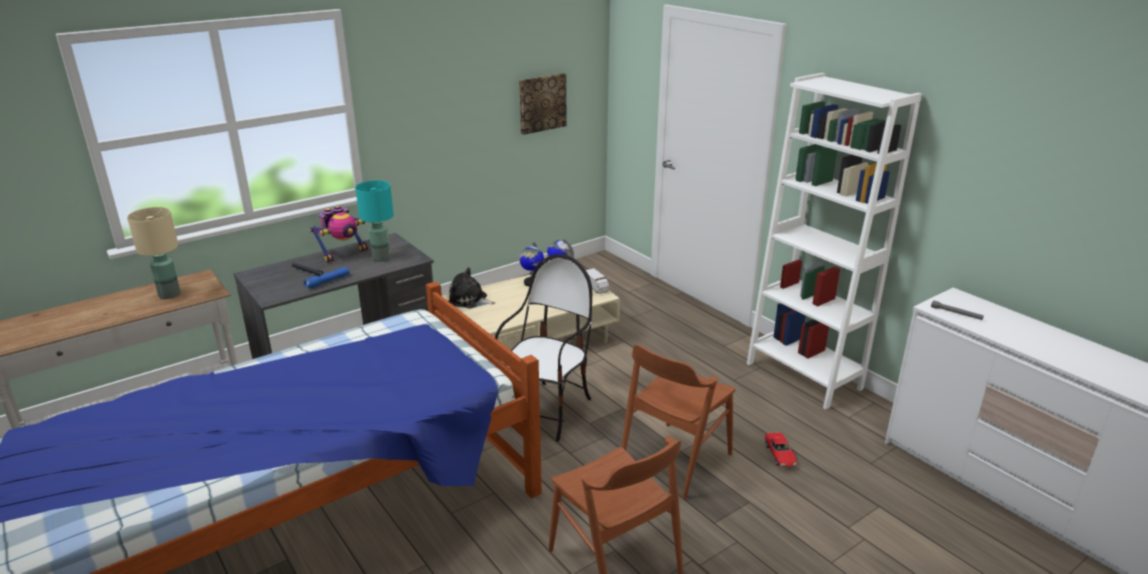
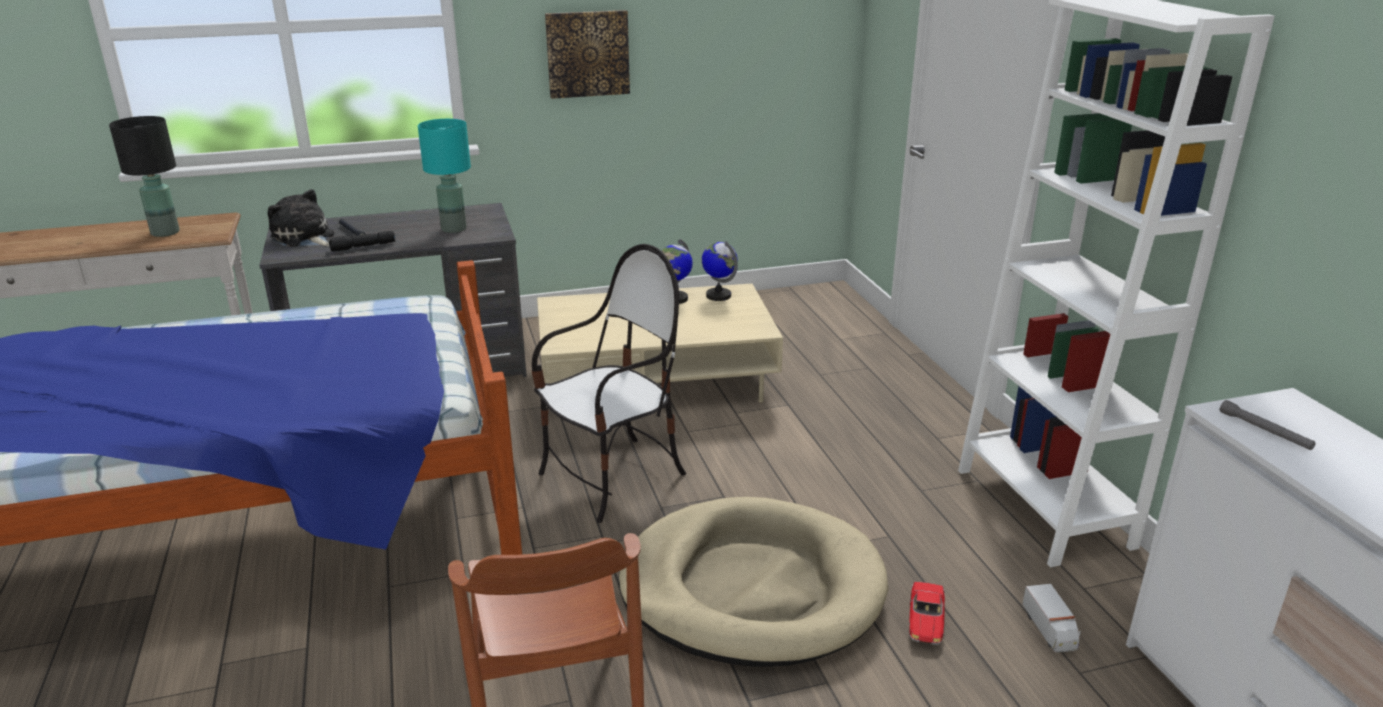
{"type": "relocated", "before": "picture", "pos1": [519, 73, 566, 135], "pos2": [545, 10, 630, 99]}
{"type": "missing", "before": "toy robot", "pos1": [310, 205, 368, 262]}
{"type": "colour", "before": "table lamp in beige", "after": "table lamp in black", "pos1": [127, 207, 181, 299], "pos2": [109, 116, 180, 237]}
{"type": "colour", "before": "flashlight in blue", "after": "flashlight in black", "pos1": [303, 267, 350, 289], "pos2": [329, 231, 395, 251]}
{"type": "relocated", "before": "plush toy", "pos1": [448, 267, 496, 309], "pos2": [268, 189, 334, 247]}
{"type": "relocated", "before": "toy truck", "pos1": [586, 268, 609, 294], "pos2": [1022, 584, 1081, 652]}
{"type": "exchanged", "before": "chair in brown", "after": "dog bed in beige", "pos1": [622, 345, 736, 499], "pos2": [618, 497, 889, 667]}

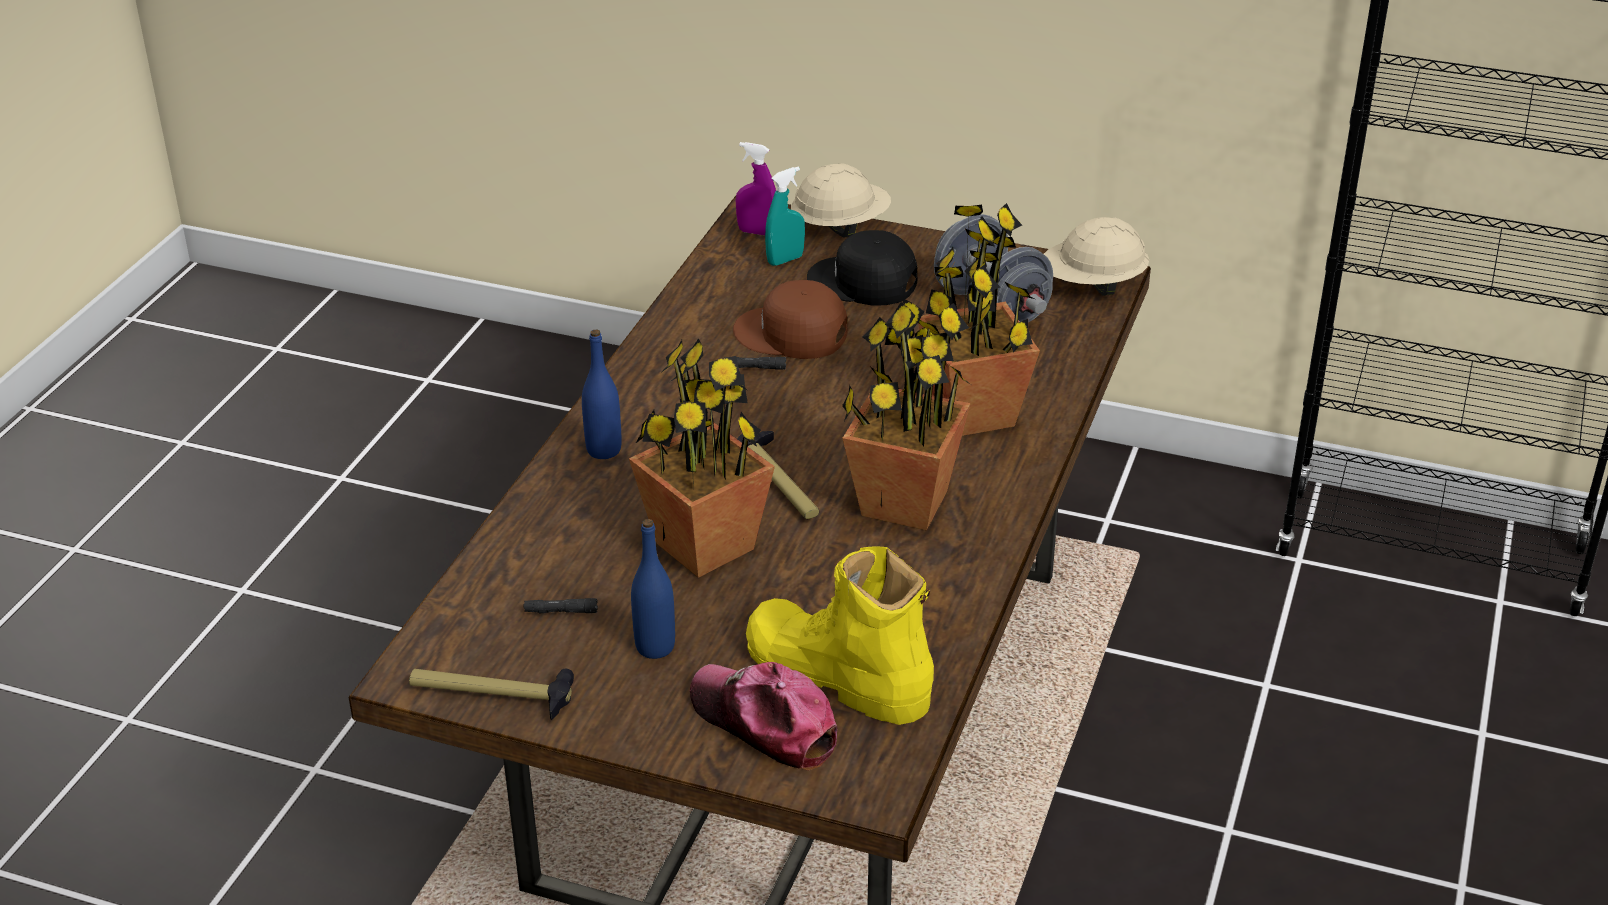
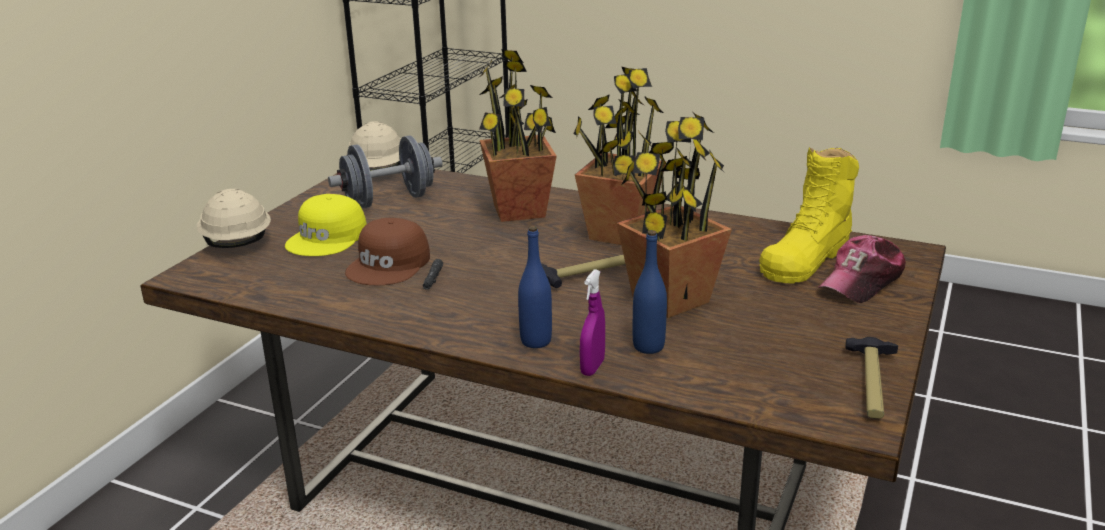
{"type": "relocated", "before": "spray bottle in purple", "pos1": [736, 142, 776, 235], "pos2": [580, 269, 605, 376]}
{"type": "missing", "before": "spray bottle in turquoise", "pos1": [765, 167, 805, 266]}
{"type": "colour", "before": "cap in black", "after": "cap in yellow", "pos1": [807, 230, 918, 306], "pos2": [285, 194, 367, 256]}
{"type": "relocated", "before": "bottle in blue", "pos1": [631, 519, 675, 659], "pos2": [633, 230, 667, 354]}
{"type": "missing", "before": "flashlight in black", "pos1": [524, 598, 598, 613]}

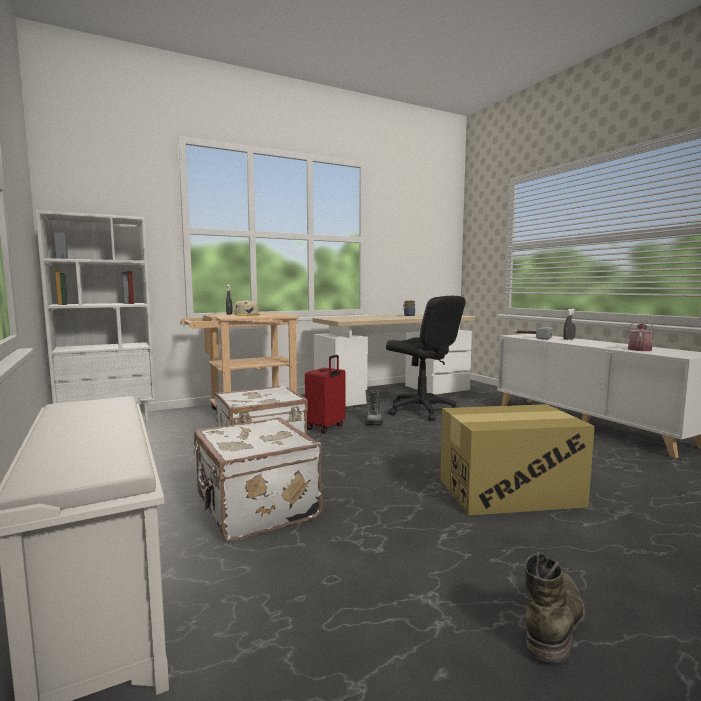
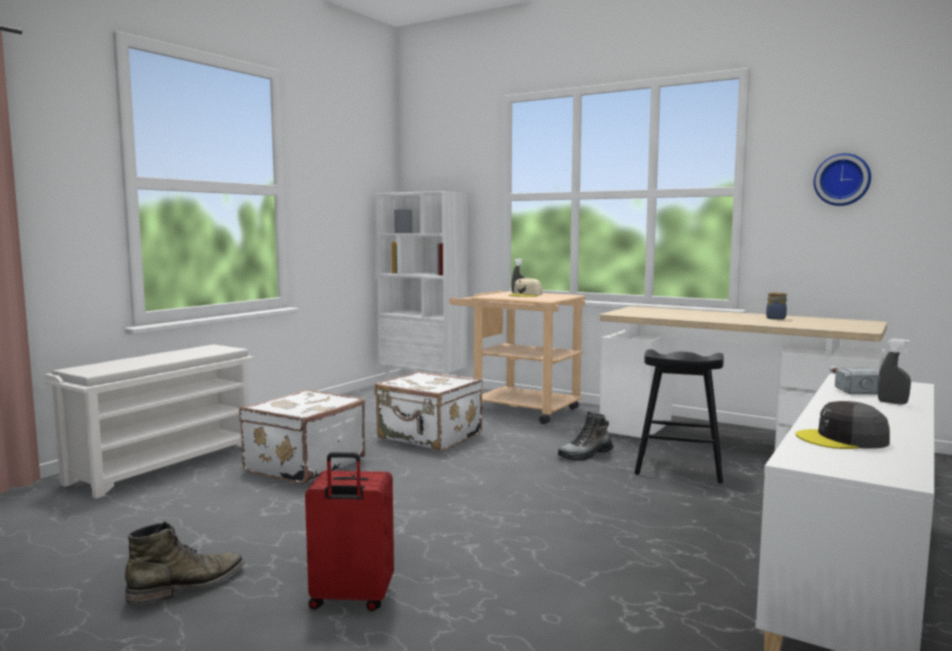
{"type": "exchanged", "before": "office chair in black", "after": "stool in black", "pos1": [386, 296, 466, 421], "pos2": [634, 349, 724, 483]}
{"type": "exchanged", "before": "watering can", "after": "cap in grey", "pos1": [628, 320, 655, 351], "pos2": [796, 401, 890, 449]}
{"type": "relocated", "before": "suitcase in red", "pos1": [305, 355, 345, 433], "pos2": [305, 452, 394, 611]}
{"type": "missing", "before": "cardboard box", "pos1": [440, 404, 595, 515]}
{"type": "spun", "before": "boot in green", "pos1": [525, 551, 585, 663], "pos2": [125, 521, 245, 604], "turn": -45}
{"type": "appeared", "after": "wall clock", "pos2": [814, 153, 871, 206]}

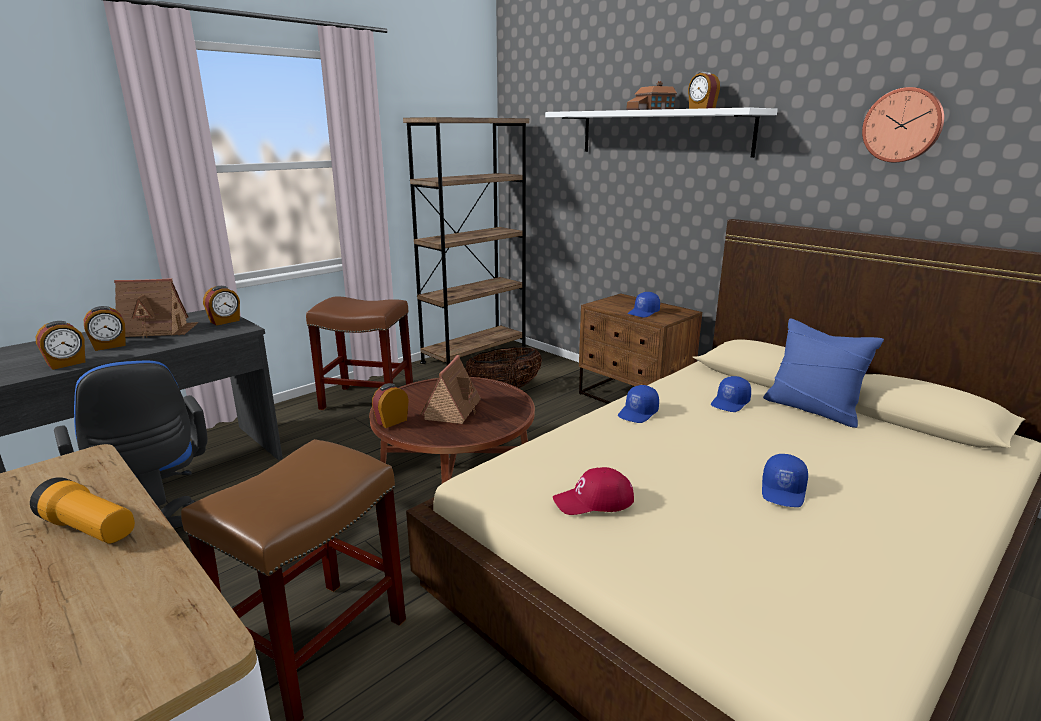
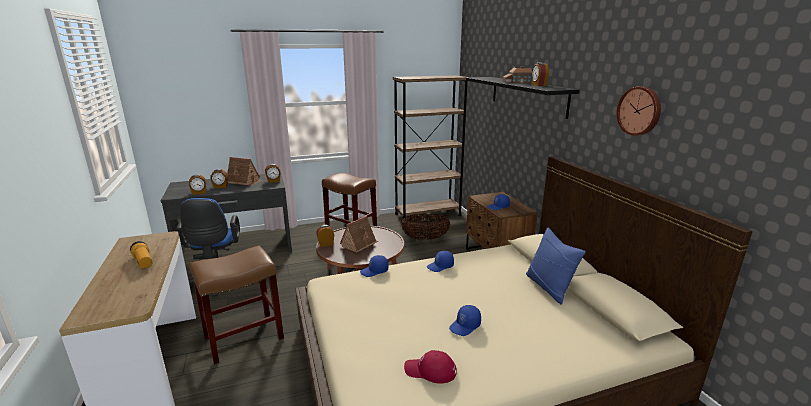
{"type": "colour", "before": "shelf in white", "after": "shelf in black", "pos1": [545, 107, 778, 158], "pos2": [466, 77, 580, 119]}
{"type": "relocated", "before": "cap in blue", "pos1": [711, 376, 751, 412], "pos2": [360, 255, 388, 277]}
{"type": "relocated", "before": "cap in red", "pos1": [553, 467, 634, 515], "pos2": [404, 350, 457, 384]}

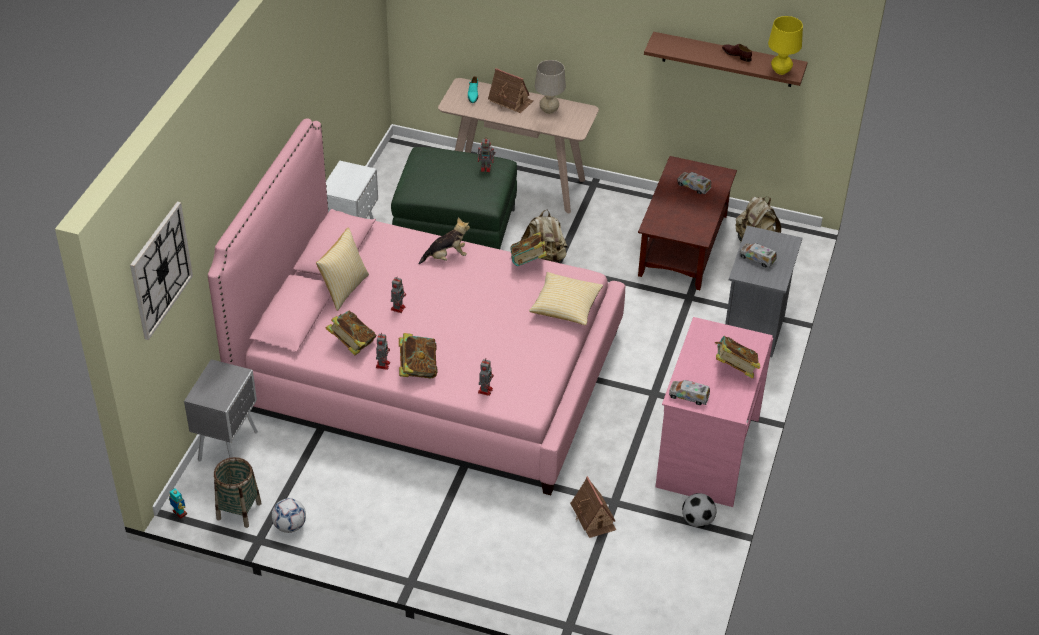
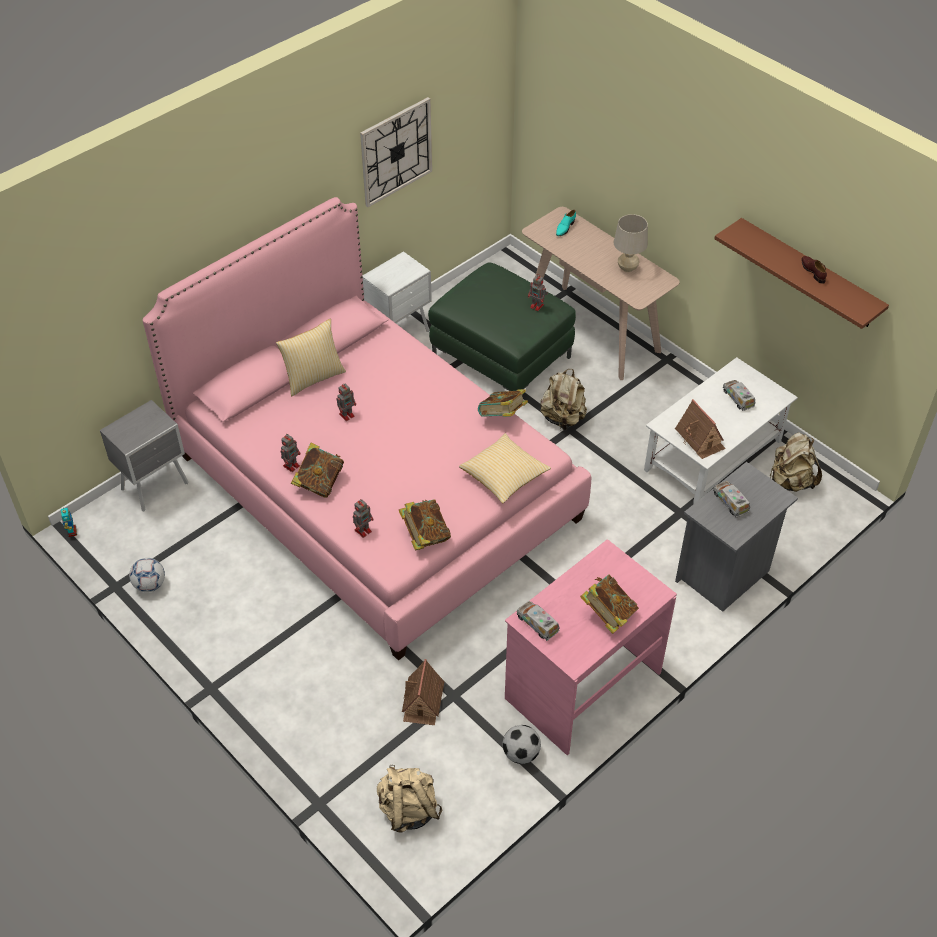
{"type": "missing", "before": "table lamp in yellow", "pos1": [768, 16, 803, 75]}
{"type": "relocated", "before": "toy house", "pos1": [488, 68, 533, 113], "pos2": [675, 399, 726, 459]}
{"type": "colour", "before": "coffee table in brown", "after": "coffee table in white", "pos1": [638, 156, 737, 290], "pos2": [644, 357, 798, 503]}
{"type": "relocated", "before": "wall clock", "pos1": [130, 202, 193, 340], "pos2": [360, 97, 432, 207]}
{"type": "missing", "before": "plush toy", "pos1": [419, 217, 470, 264]}
{"type": "relocated", "before": "book", "pos1": [326, 310, 377, 355], "pos2": [399, 499, 451, 551]}
{"type": "missing", "before": "basket", "pos1": [214, 457, 261, 528]}
{"type": "appeared", "after": "backpack in beige", "pos2": [377, 765, 442, 833]}

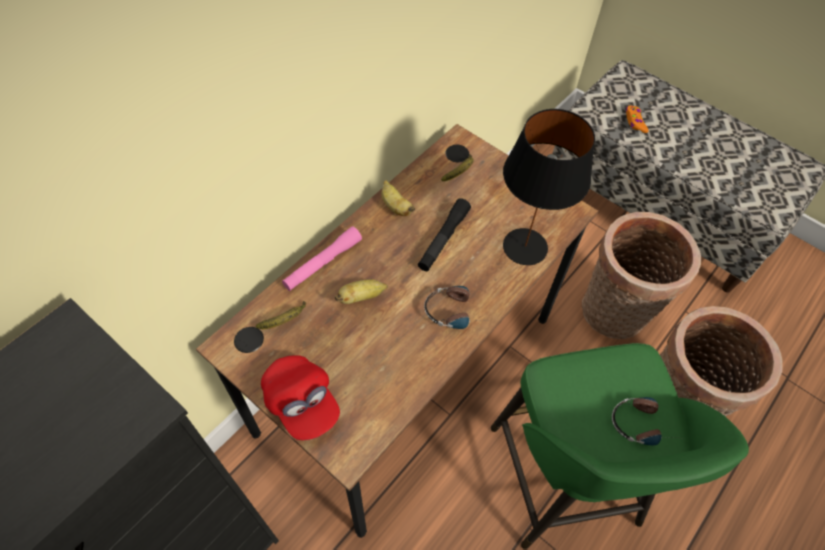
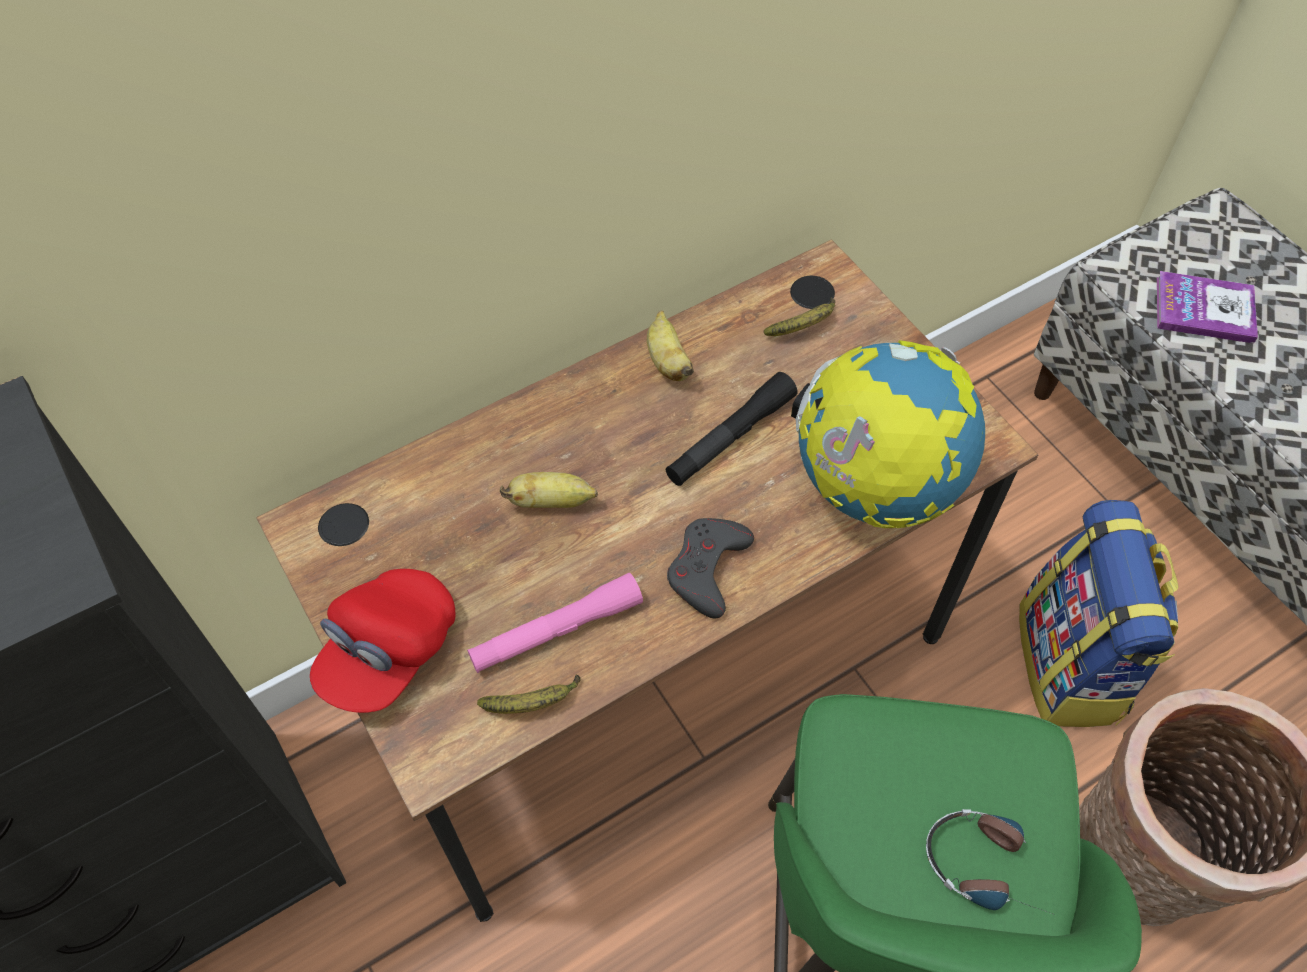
{"type": "exchanged", "before": "game controller in orange", "after": "book", "pos1": [625, 106, 649, 133], "pos2": [1157, 271, 1258, 344]}
{"type": "exchanged", "before": "table lamp in black", "after": "globe", "pos1": [503, 109, 595, 265], "pos2": [791, 340, 985, 528]}
{"type": "exchanged", "before": "basket", "after": "backpack", "pos1": [582, 212, 701, 339], "pos2": [1019, 500, 1179, 727]}
{"type": "relocated", "before": "flashlight in pink", "pos1": [282, 226, 362, 291], "pos2": [467, 572, 643, 673]}
{"type": "exchanged", "before": "headphones", "after": "game controller in grey", "pos1": [424, 286, 476, 329], "pos2": [667, 518, 754, 619]}
{"type": "relocated", "before": "banana", "pos1": [256, 301, 306, 329], "pos2": [477, 675, 581, 714]}
{"type": "spun", "before": "cap in red", "pos1": [261, 355, 340, 440], "pos2": [310, 569, 455, 713], "turn": 45}

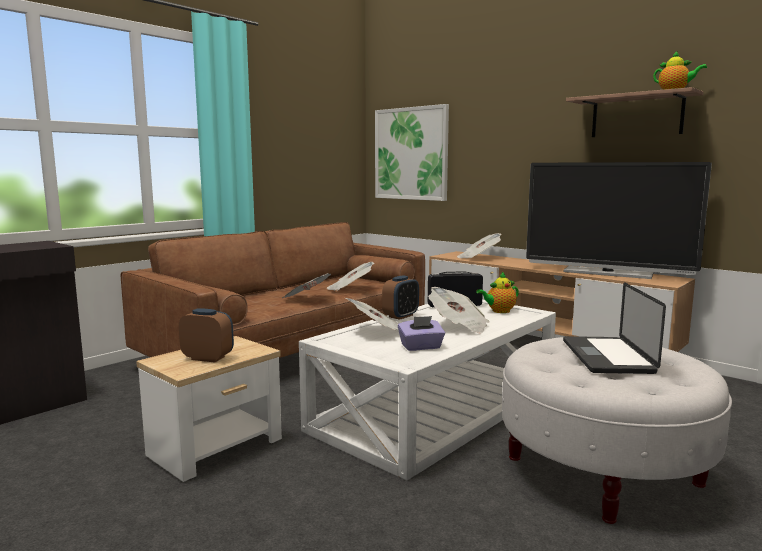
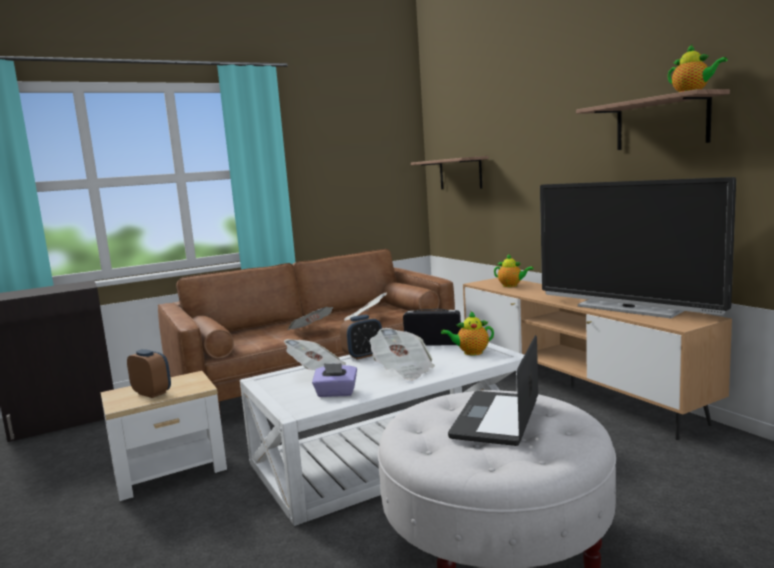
{"type": "exchanged", "before": "picture", "after": "shelf", "pos1": [375, 104, 449, 201], "pos2": [411, 156, 489, 189]}
{"type": "exchanged", "before": "newspaper", "after": "teapot", "pos1": [457, 233, 502, 258], "pos2": [494, 254, 534, 287]}

